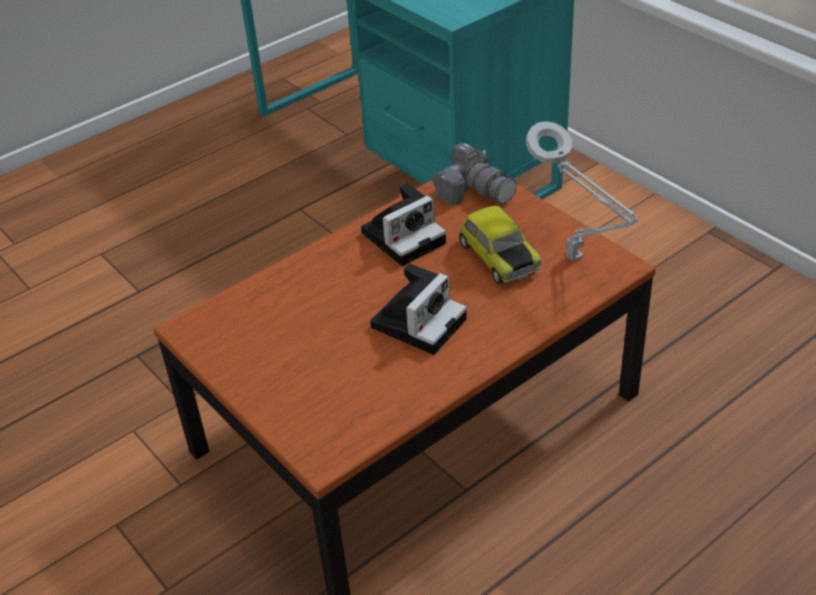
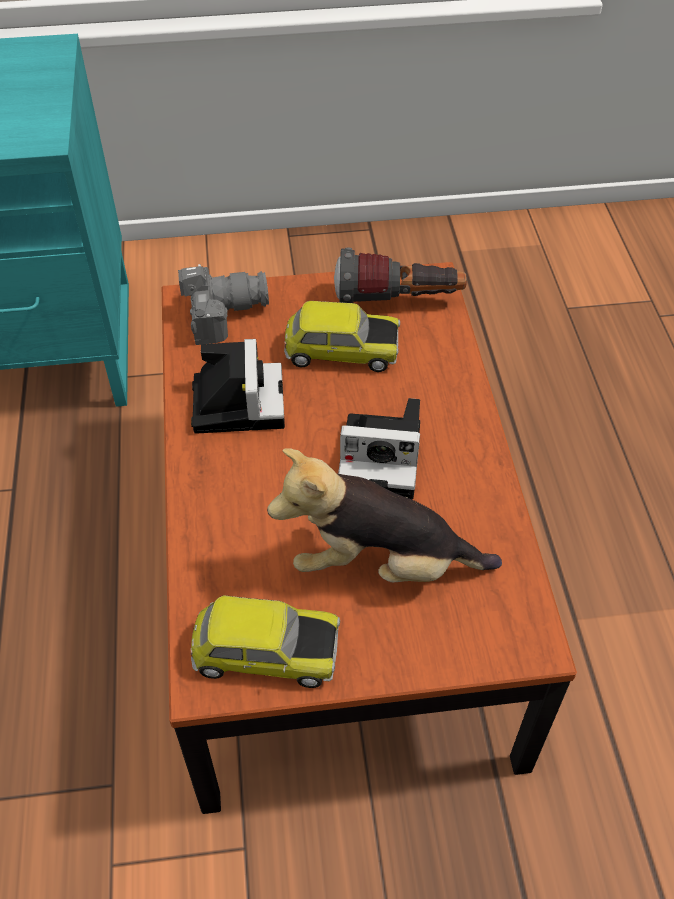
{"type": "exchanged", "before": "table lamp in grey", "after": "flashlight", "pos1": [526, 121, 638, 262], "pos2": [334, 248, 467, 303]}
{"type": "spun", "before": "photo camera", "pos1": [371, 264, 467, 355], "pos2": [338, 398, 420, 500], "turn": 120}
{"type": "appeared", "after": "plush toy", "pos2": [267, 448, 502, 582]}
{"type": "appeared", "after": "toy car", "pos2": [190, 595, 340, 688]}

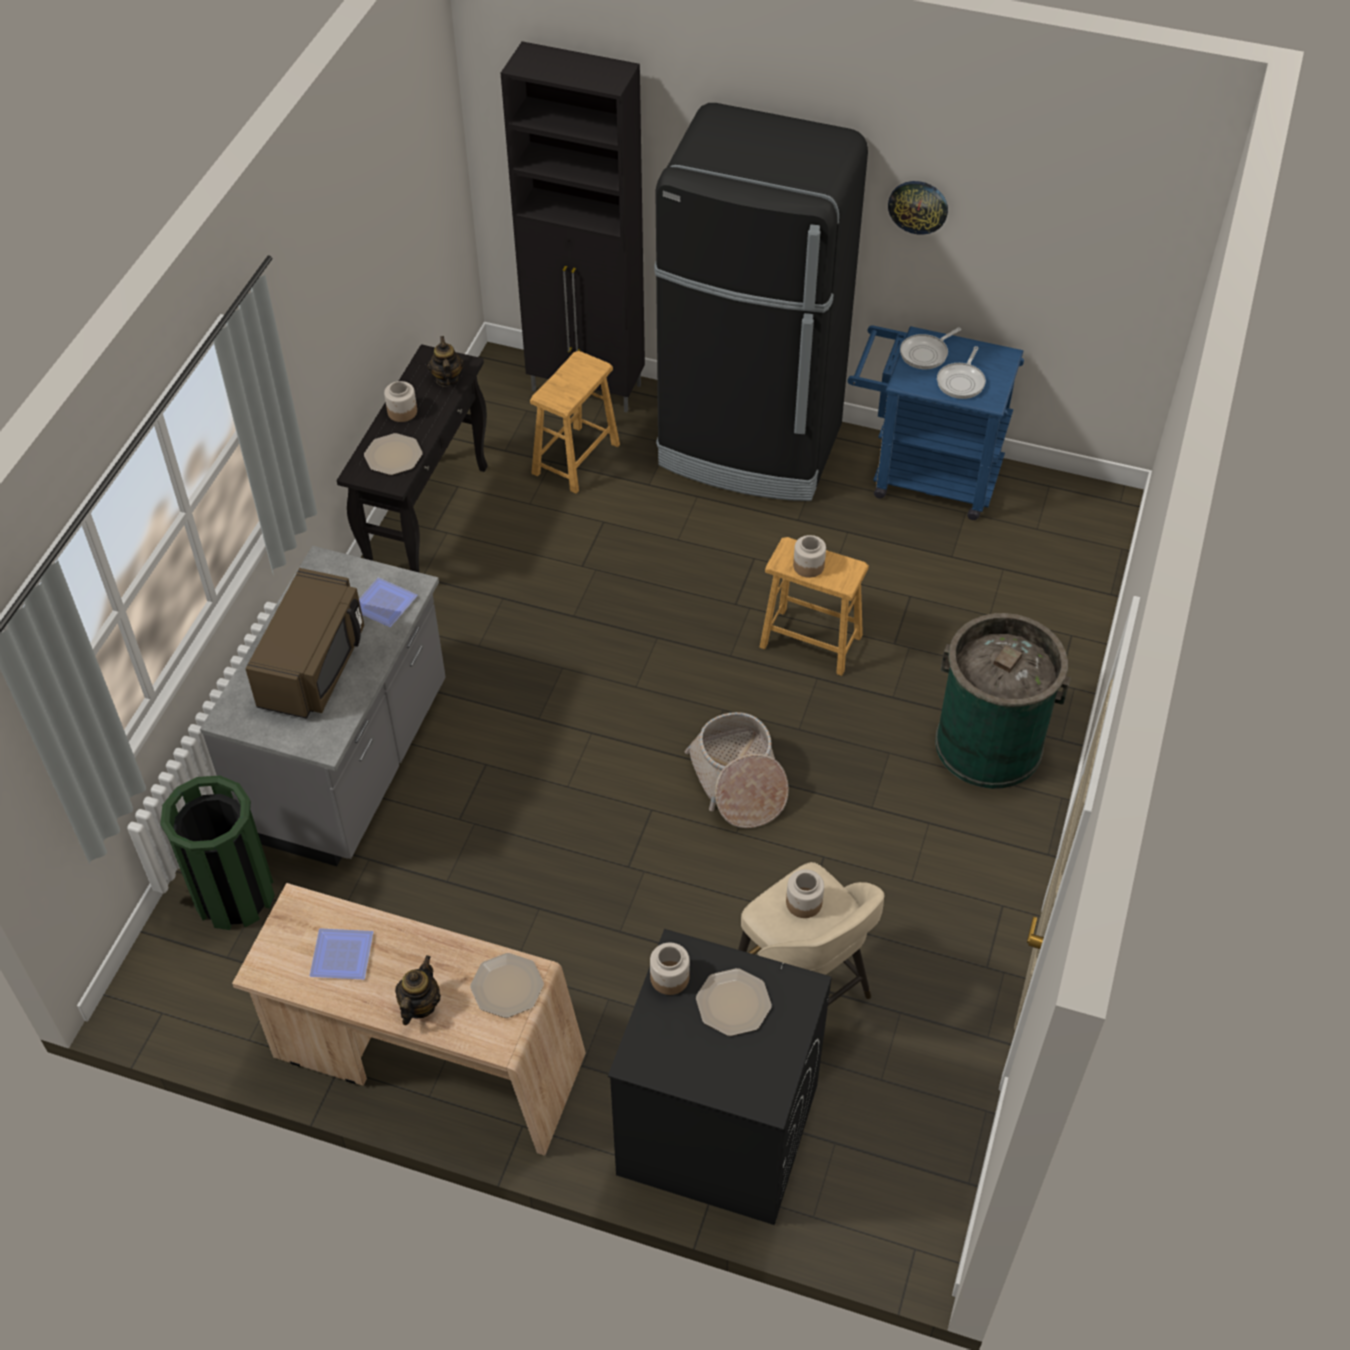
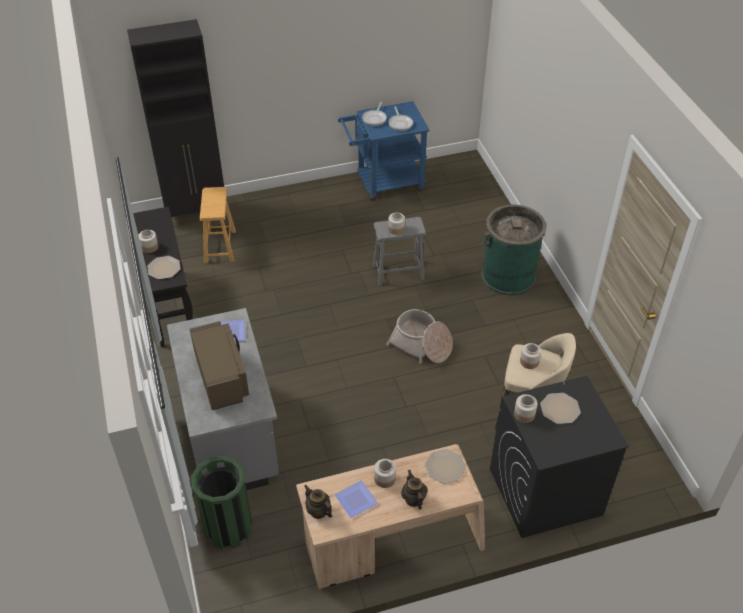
{"type": "missing", "before": "fridge in black", "pos1": [654, 103, 868, 501]}
{"type": "missing", "before": "wall clock", "pos1": [888, 181, 948, 235]}
{"type": "relocated", "before": "teapot", "pos1": [428, 336, 464, 387], "pos2": [304, 485, 332, 519]}
{"type": "colour", "before": "stool in brown", "after": "stool in grey", "pos1": [760, 537, 869, 676], "pos2": [373, 217, 426, 286]}
{"type": "appeared", "after": "jar", "pos2": [374, 459, 396, 488]}

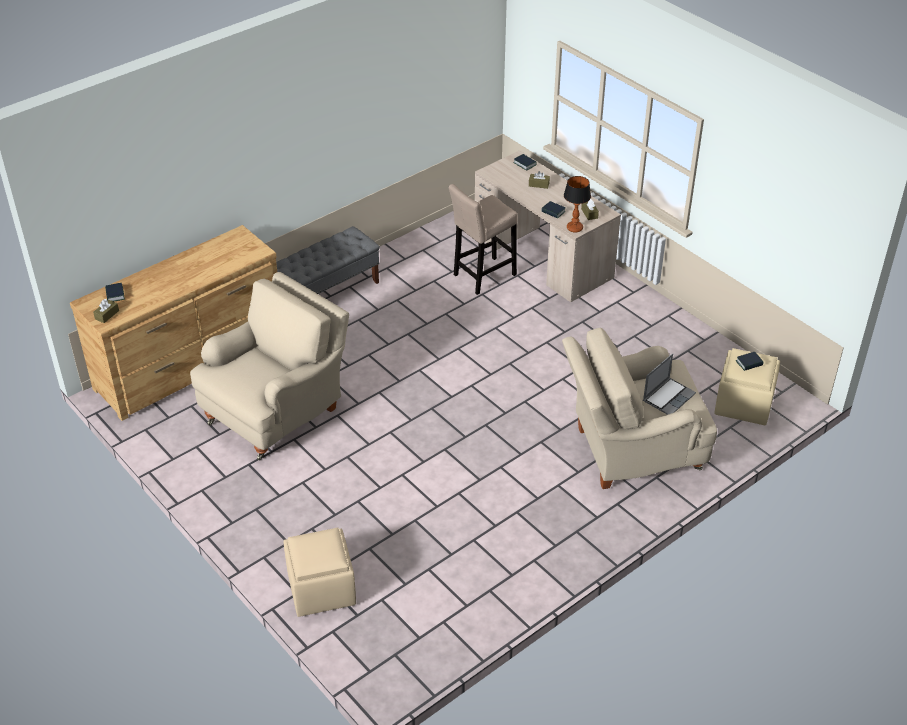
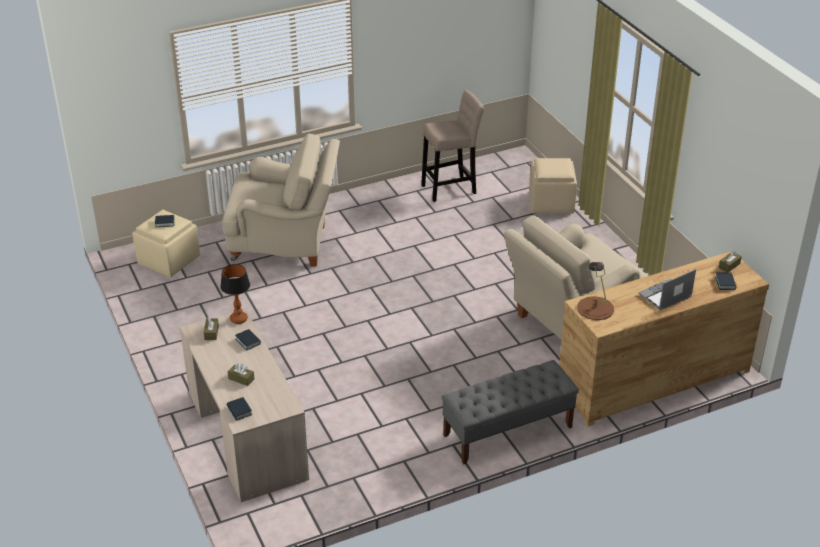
{"type": "relocated", "before": "stool in beige", "pos1": [449, 184, 518, 295], "pos2": [421, 90, 484, 202]}
{"type": "relocated", "before": "laptop", "pos1": [643, 353, 696, 415], "pos2": [638, 269, 696, 310]}
{"type": "appeared", "after": "table lamp in brown", "pos2": [577, 262, 614, 320]}

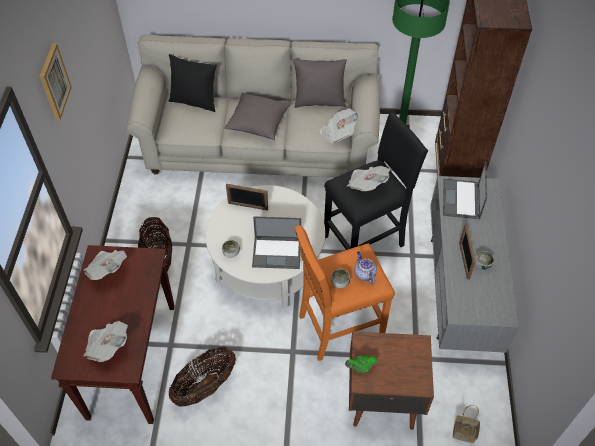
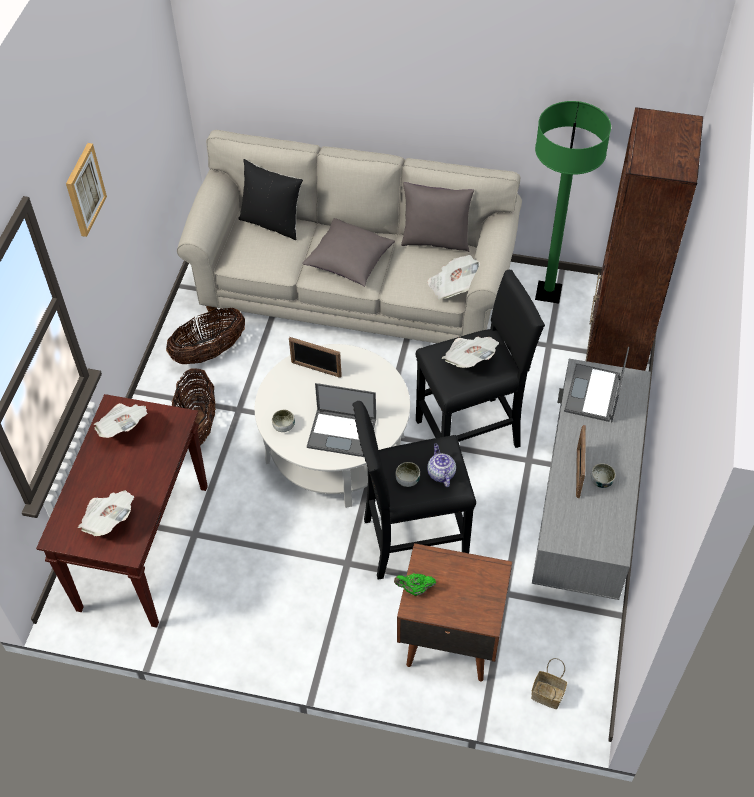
{"type": "colour", "before": "stool in orange", "after": "stool in black", "pos1": [294, 225, 395, 361], "pos2": [353, 401, 476, 580]}
{"type": "relocated", "before": "basket", "pos1": [169, 346, 236, 407], "pos2": [166, 308, 245, 364]}

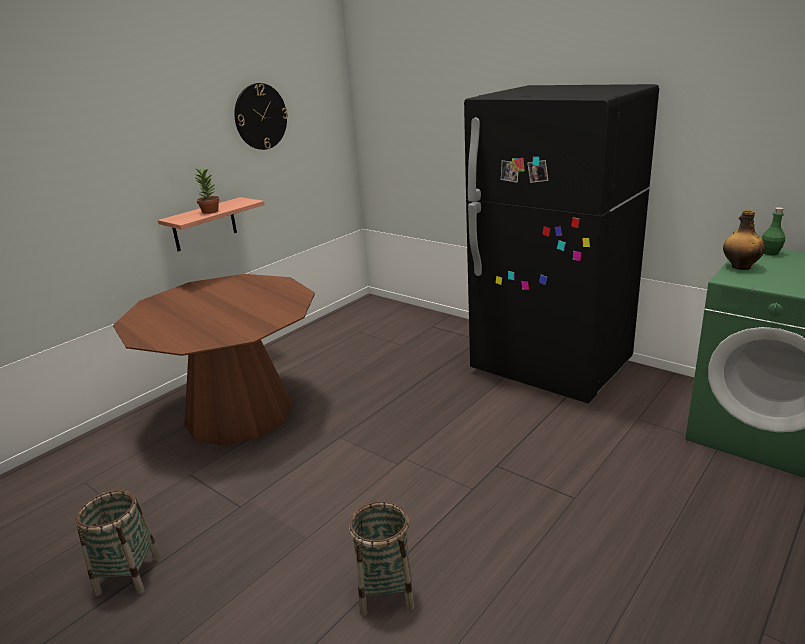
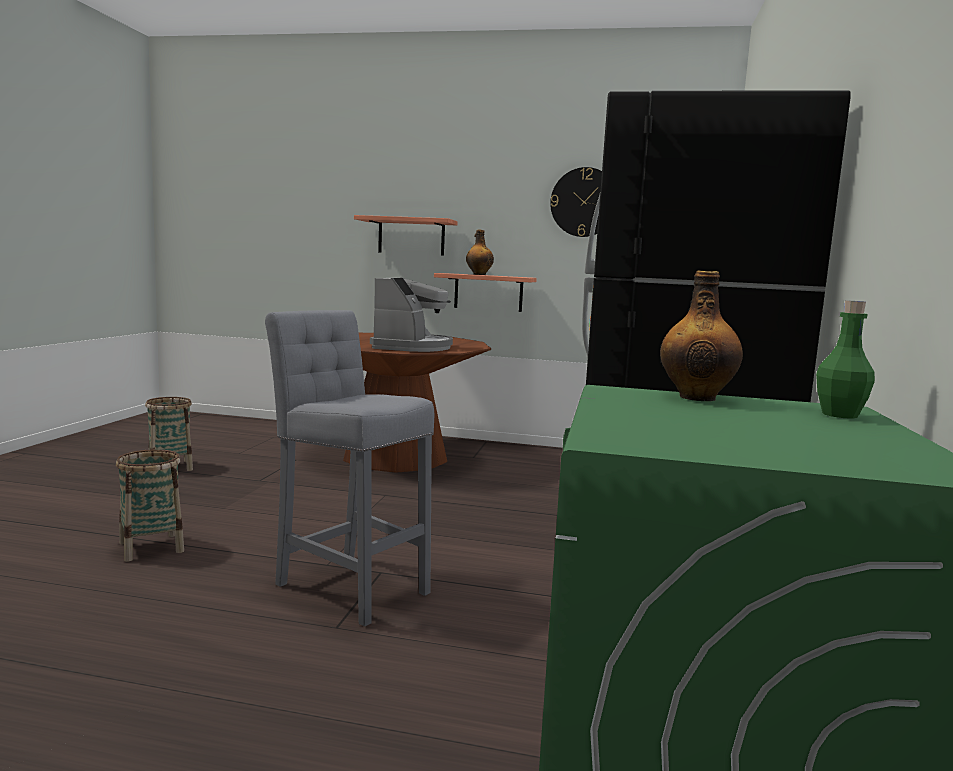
{"type": "exchanged", "before": "potted plant", "after": "bottle", "pos1": [194, 167, 219, 214], "pos2": [466, 230, 494, 275]}
{"type": "appeared", "after": "shelf", "pos2": [354, 215, 458, 255]}
{"type": "appeared", "after": "coffee machine", "pos2": [370, 278, 453, 352]}
{"type": "appeared", "after": "stool in grey", "pos2": [265, 310, 434, 627]}

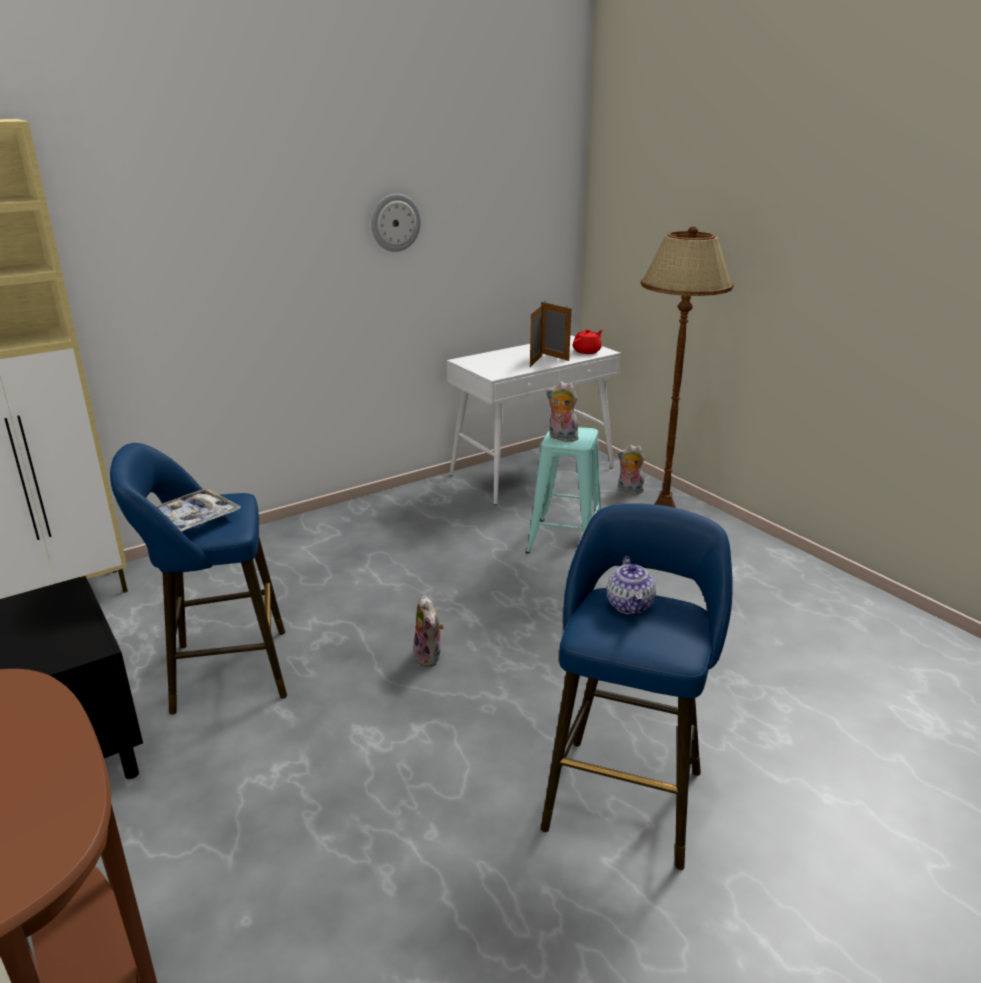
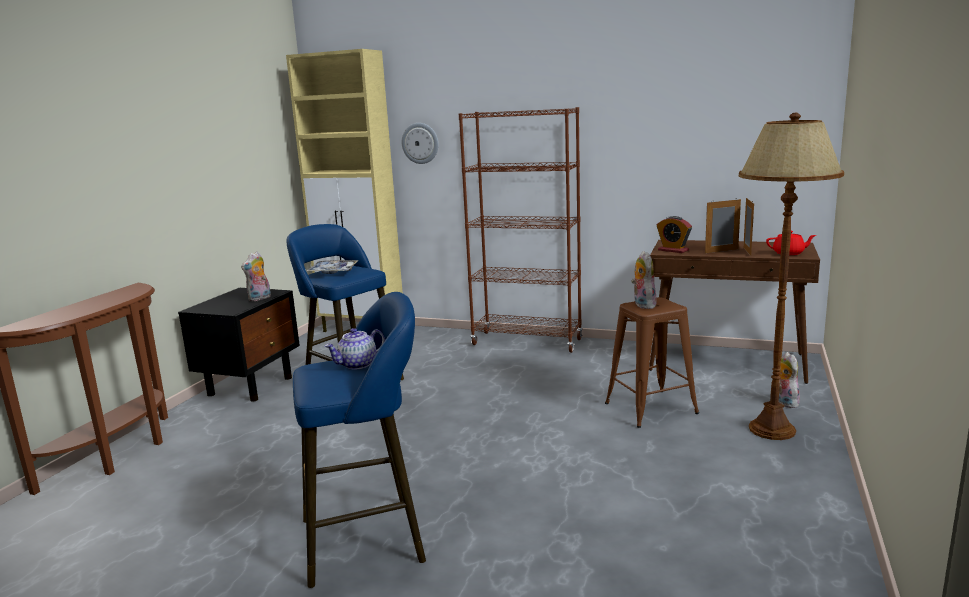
{"type": "relocated", "before": "wall clock", "pos1": [371, 194, 421, 252], "pos2": [402, 123, 439, 164]}
{"type": "colour", "before": "console table in white", "after": "console table in brown", "pos1": [447, 335, 621, 505], "pos2": [649, 240, 820, 384]}
{"type": "colour", "before": "stool in turquoise", "after": "stool in brown", "pos1": [526, 427, 601, 554], "pos2": [605, 297, 699, 428]}
{"type": "relocated", "before": "plush toy", "pos1": [413, 595, 444, 667], "pos2": [241, 251, 271, 301]}
{"type": "appeared", "after": "bookcase in brown", "pos2": [459, 107, 583, 353]}
{"type": "appeared", "after": "alarm clock", "pos2": [657, 216, 692, 253]}

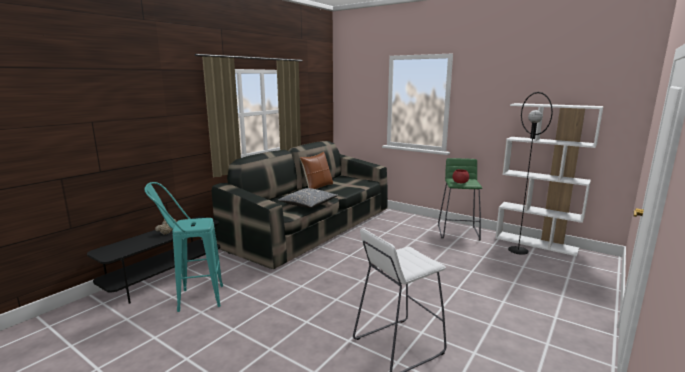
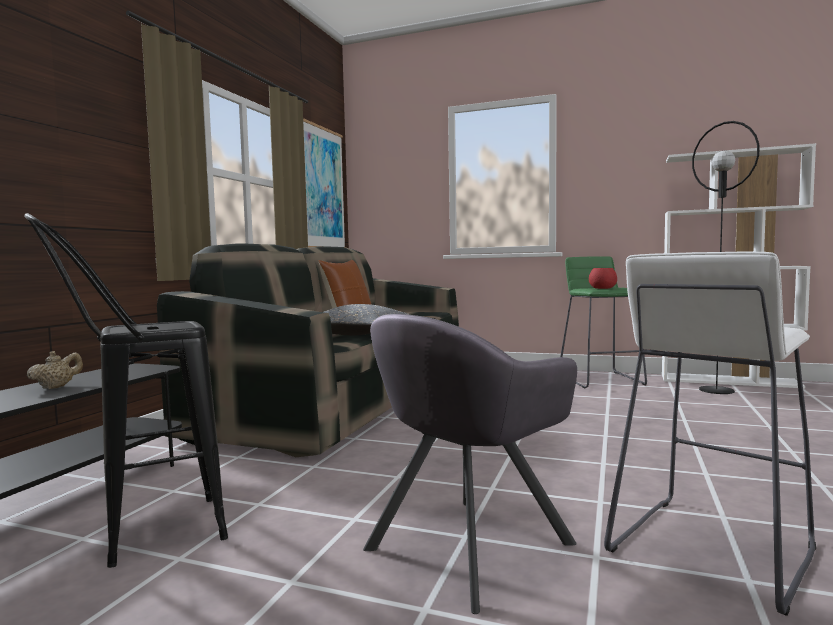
{"type": "colour", "before": "stool in turquoise", "after": "stool in black", "pos1": [144, 182, 223, 312], "pos2": [24, 213, 228, 568]}
{"type": "appeared", "after": "picture", "pos2": [303, 118, 346, 248]}
{"type": "appeared", "after": "armchair in grey", "pos2": [363, 314, 577, 614]}

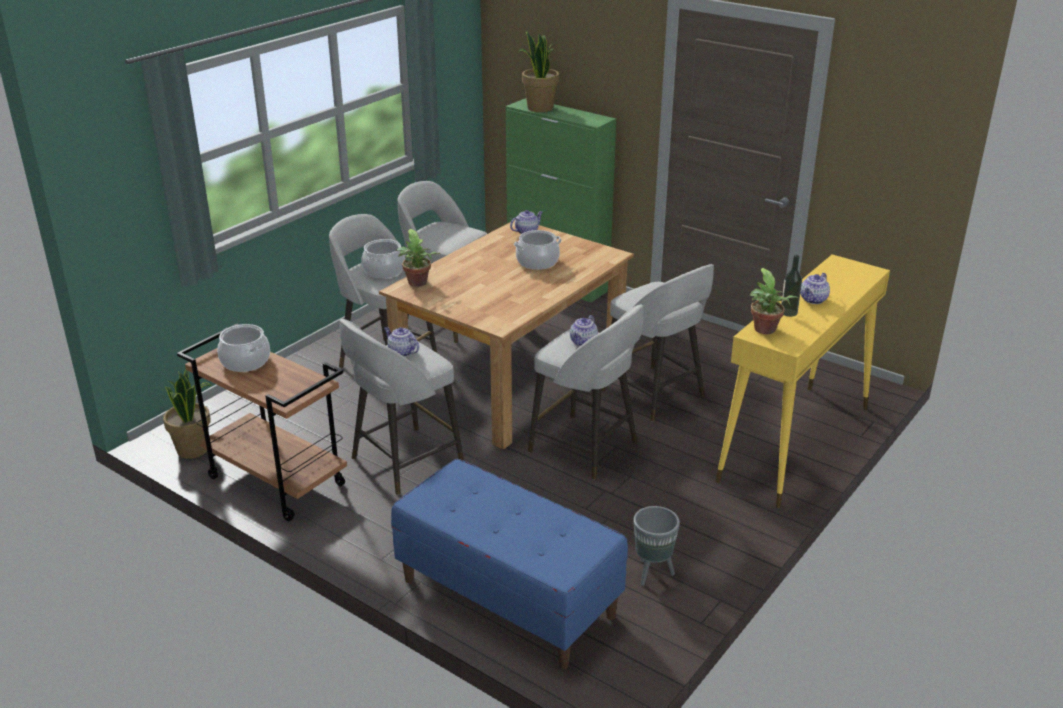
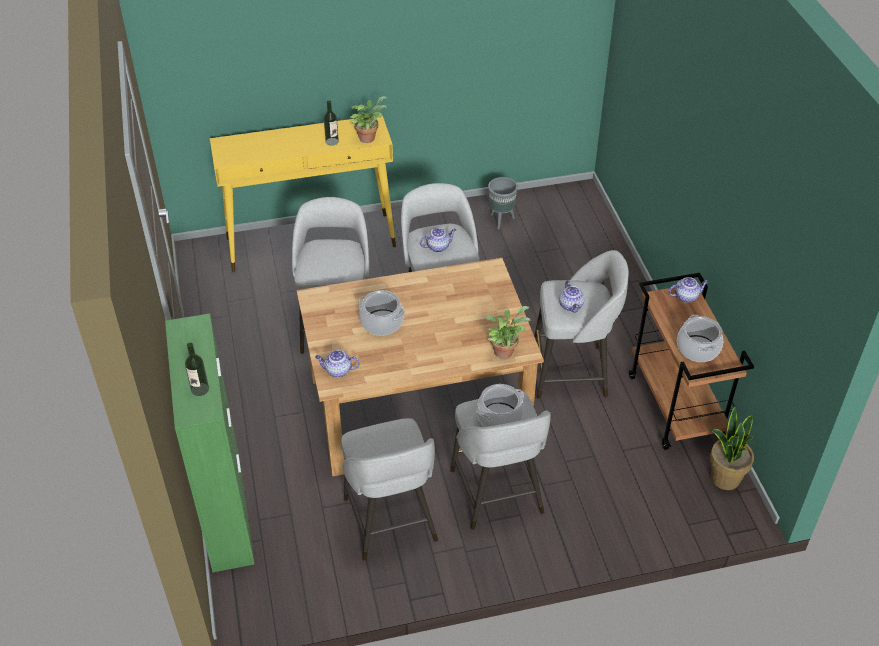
{"type": "exchanged", "before": "potted plant", "after": "bottle", "pos1": [517, 31, 559, 112], "pos2": [185, 342, 209, 396]}
{"type": "relocated", "before": "teapot", "pos1": [800, 273, 830, 304], "pos2": [668, 277, 709, 303]}
{"type": "missing", "before": "bench in blue", "pos1": [391, 459, 628, 669]}

